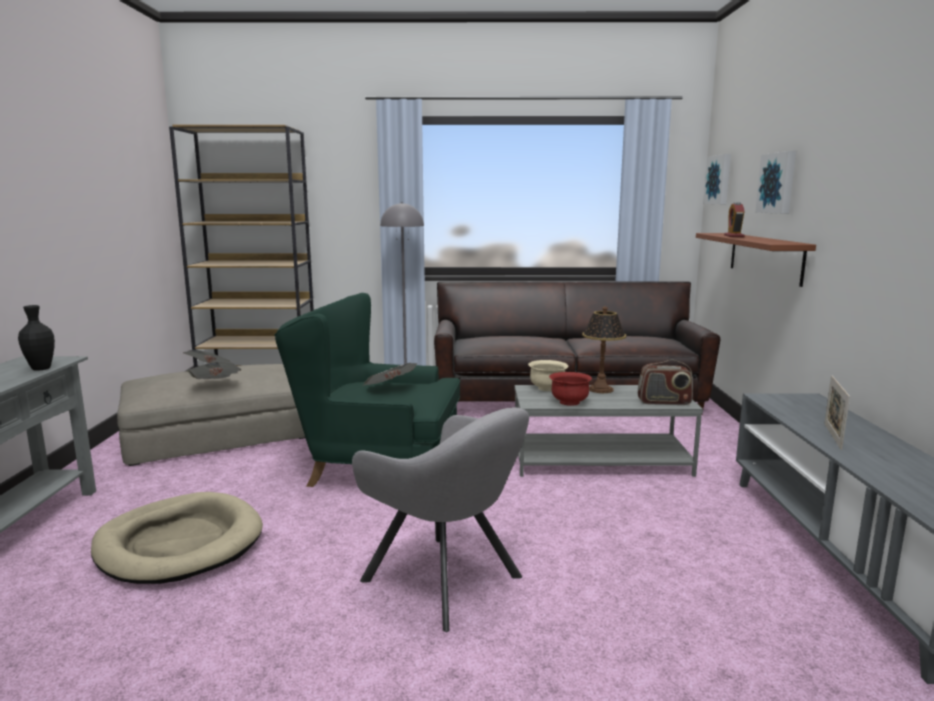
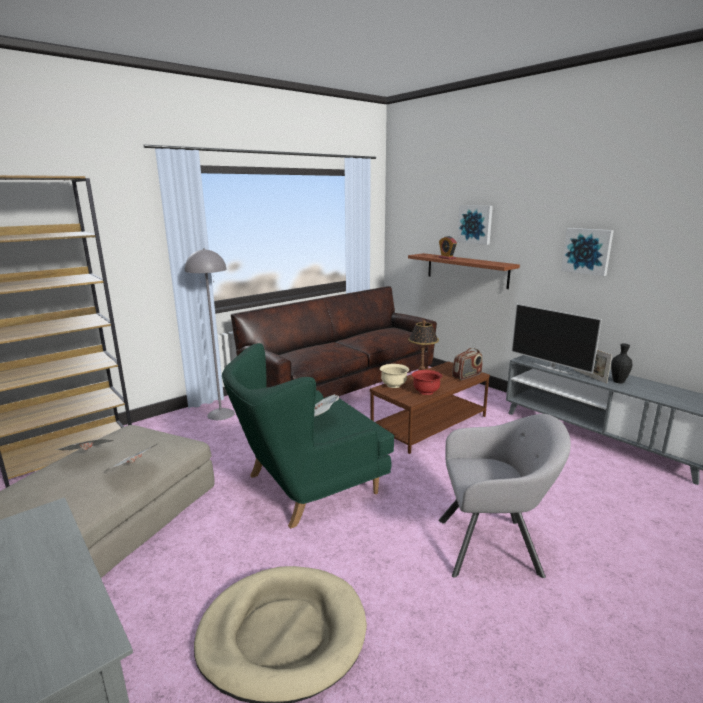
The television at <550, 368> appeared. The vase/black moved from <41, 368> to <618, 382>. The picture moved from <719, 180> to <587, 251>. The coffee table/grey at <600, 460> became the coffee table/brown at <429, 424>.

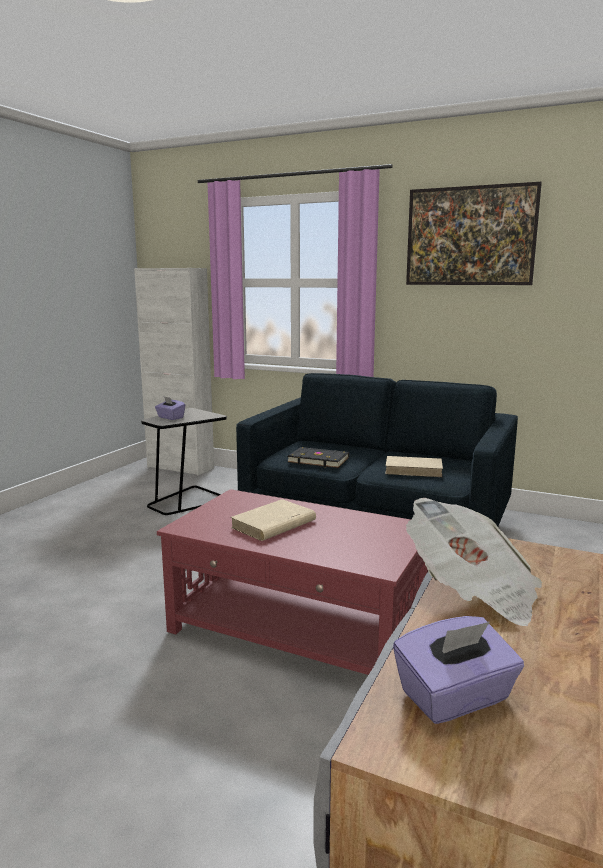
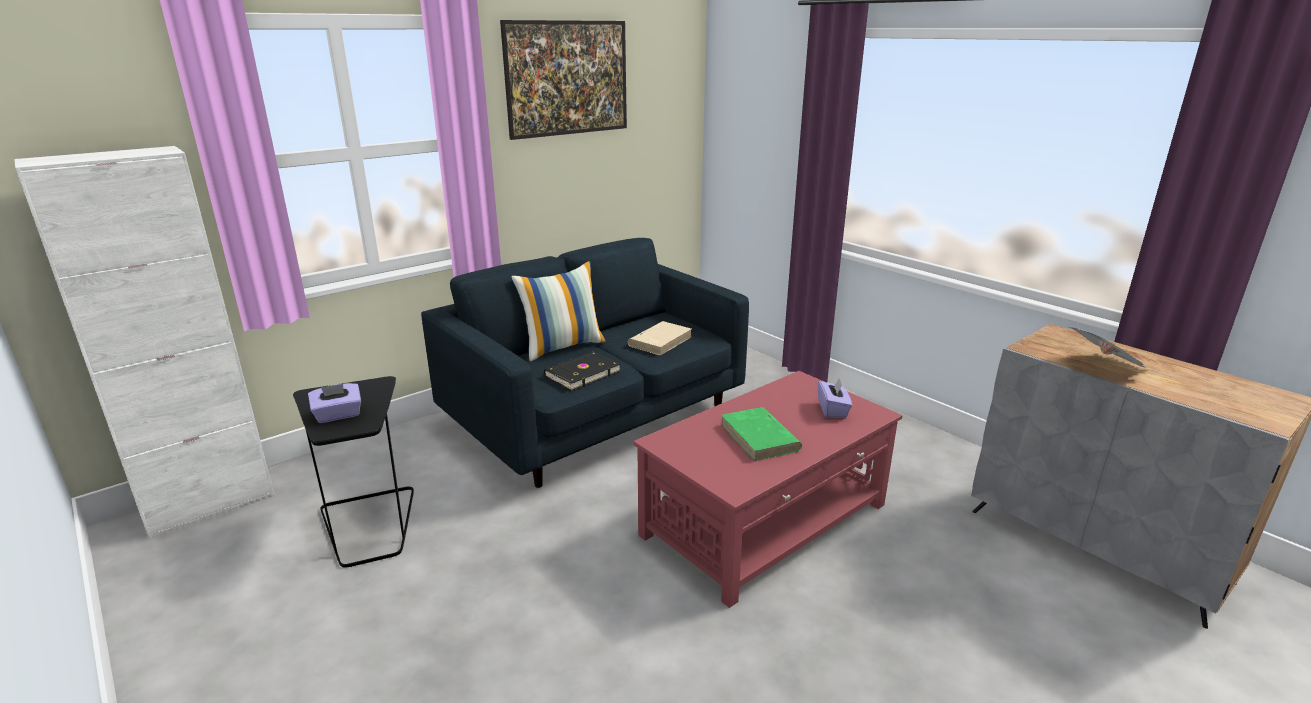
The pillow at <563, 346> appeared. The tissue box/purple moved from <455, 697> to <832, 410>. The book/beige at <273, 524> became the book/green at <760, 438>.

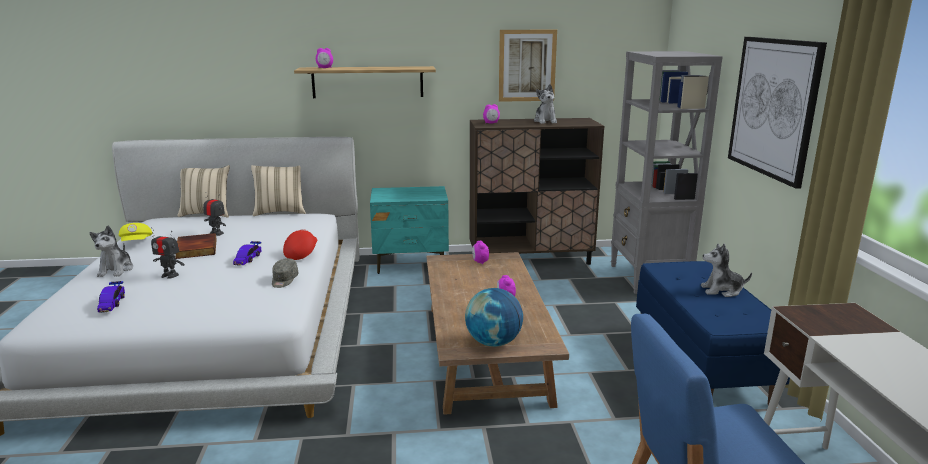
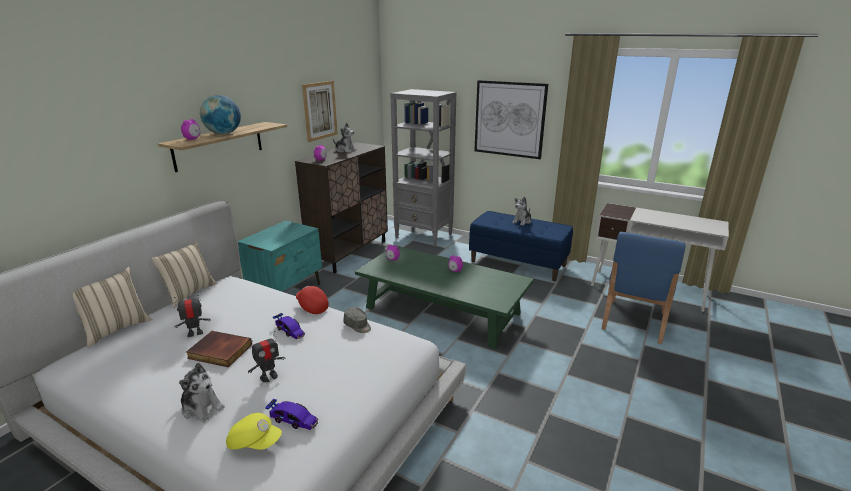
The cap/yellow moved from <137, 243> to <255, 442>. The globe moved from <493, 342> to <223, 134>. The coffee table/brown at <486, 351> became the coffee table/green at <443, 310>.

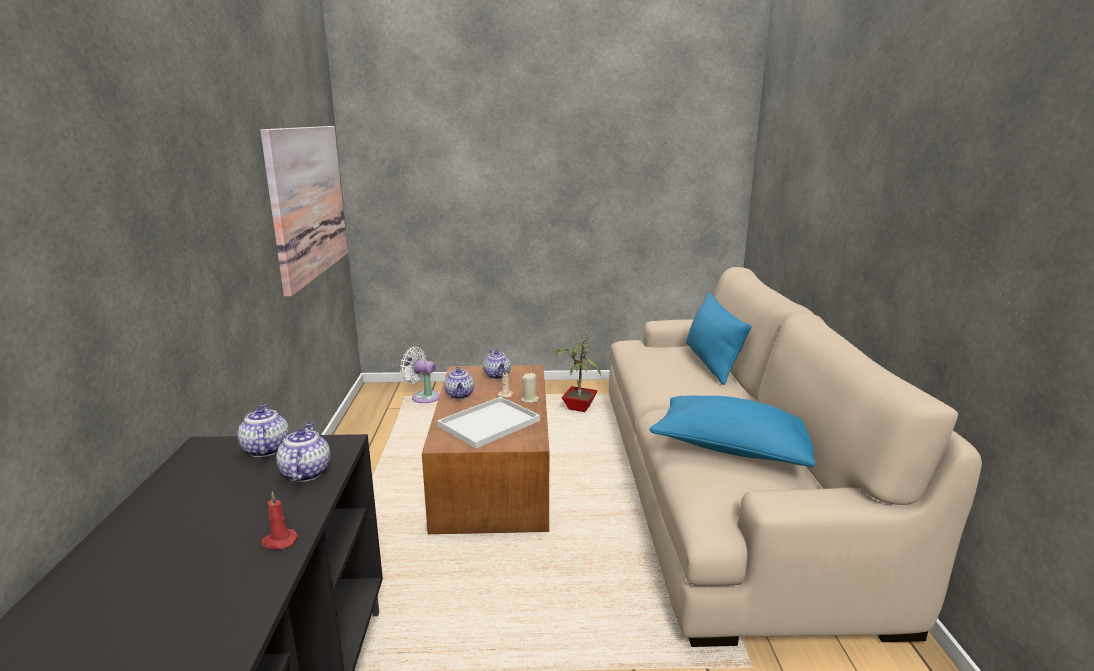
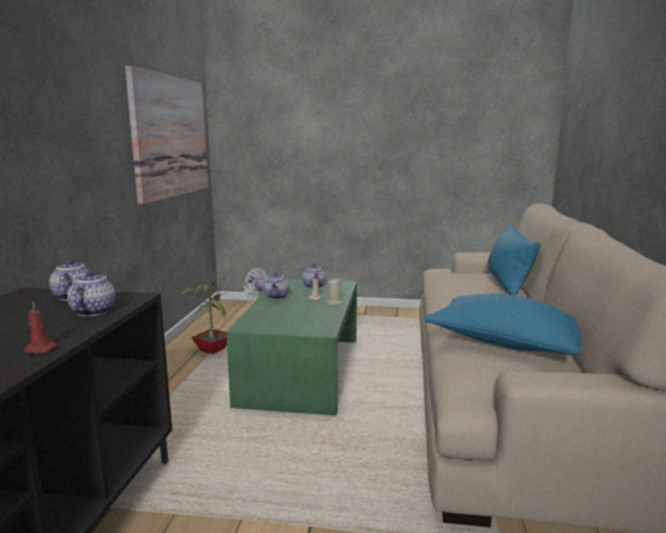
The tray/white at <488, 424> disappeared. The potted plant moved from <577, 407> to <211, 349>. The coffee table/brown at <495, 474> became the coffee table/green at <303, 369>.

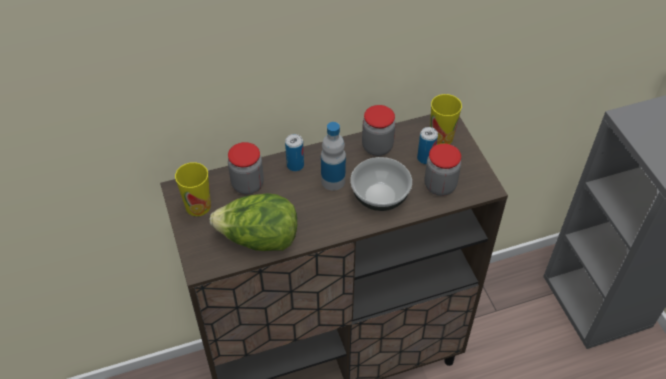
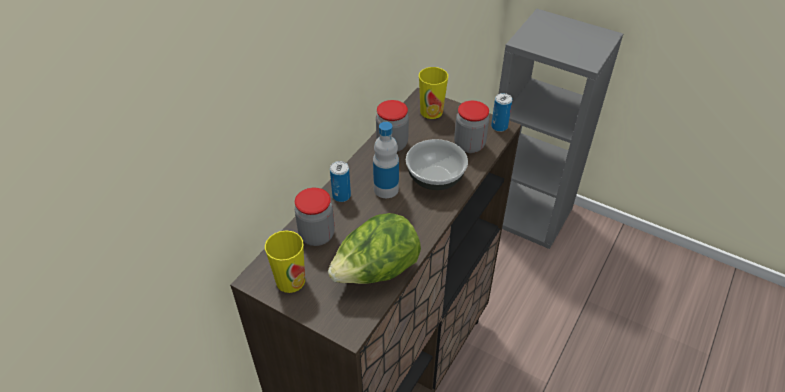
The can moved from <425, 158> to <499, 126>.

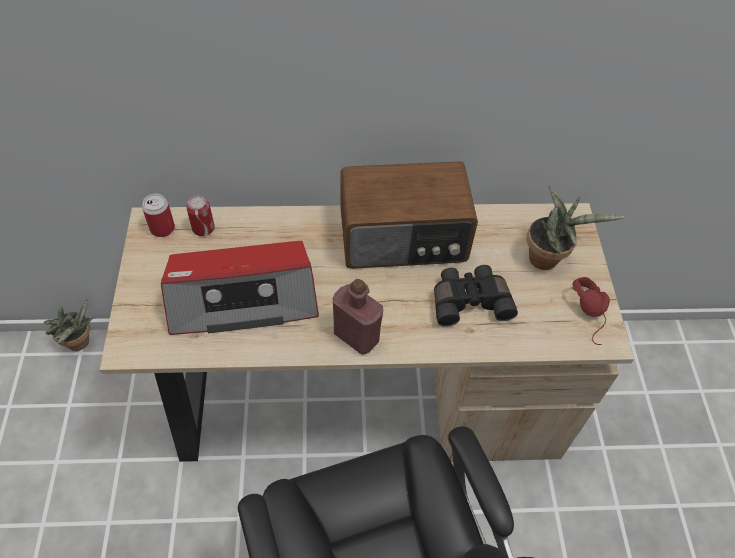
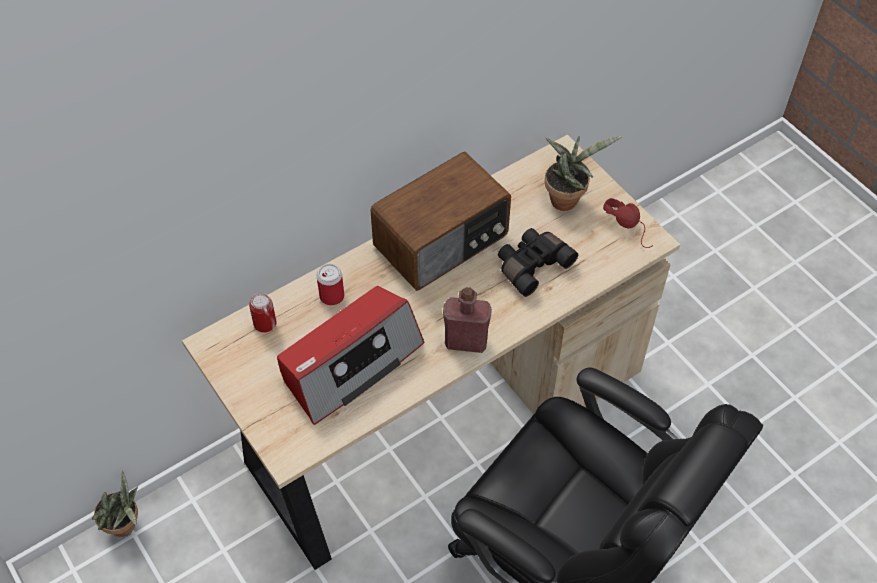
The can moved from <162, 228> to <332, 296>.

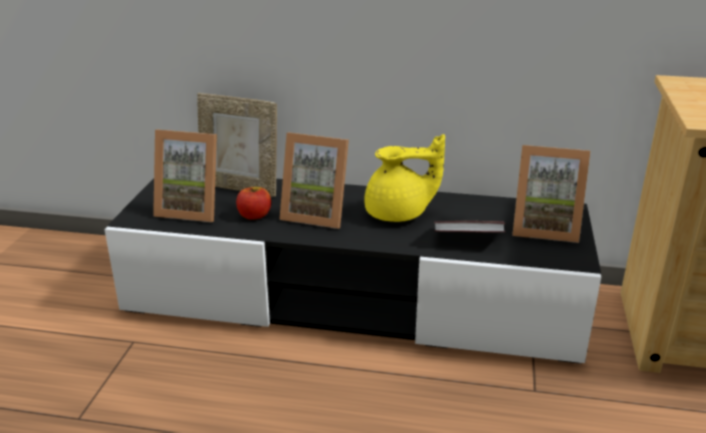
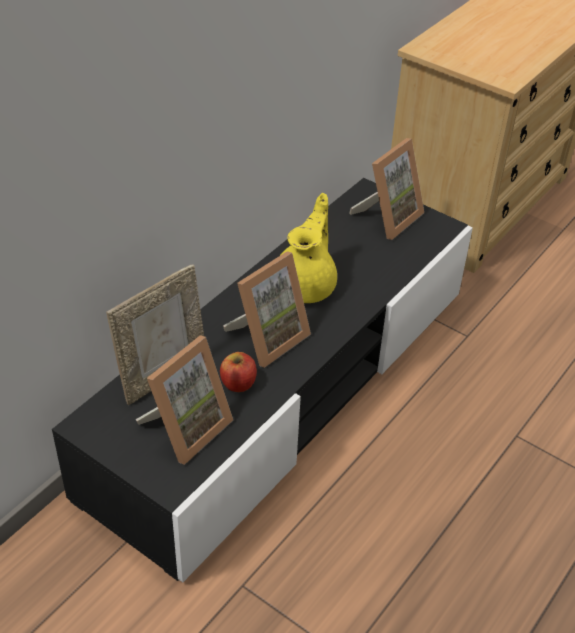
The book at <468, 240> disappeared.

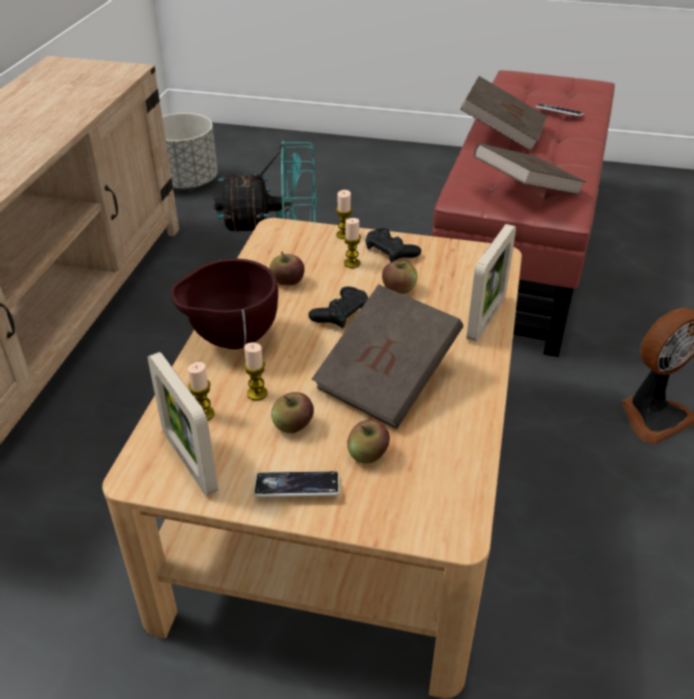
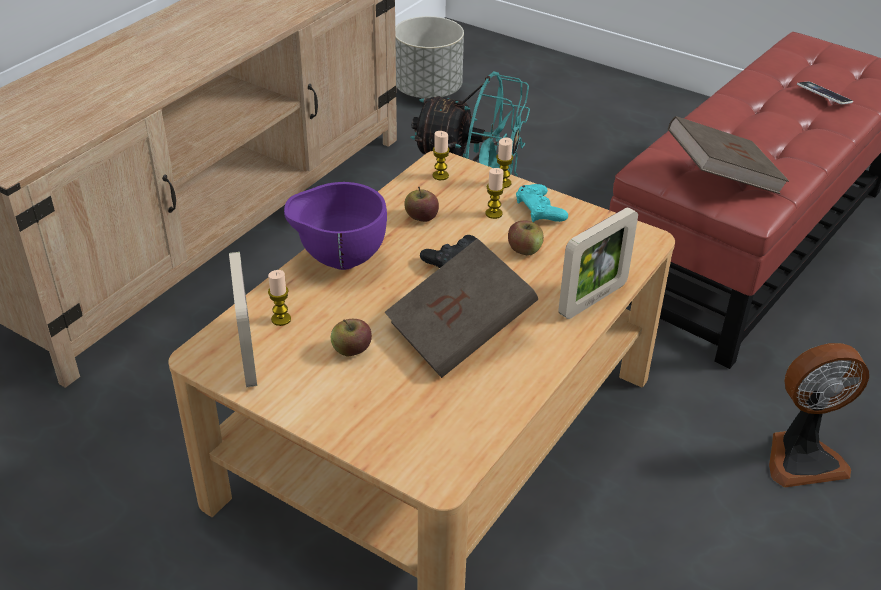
The phone at <297, 488> disappeared. The apple at <368, 454> disappeared. The book/brown at <502, 133> disappeared. The candle moved from <257, 393> to <440, 175>. The bowl/brown at <230, 341> became the bowl/purple at <338, 260>. The game controller/black at <391, 251> became the game controller/turquoise at <540, 210>.

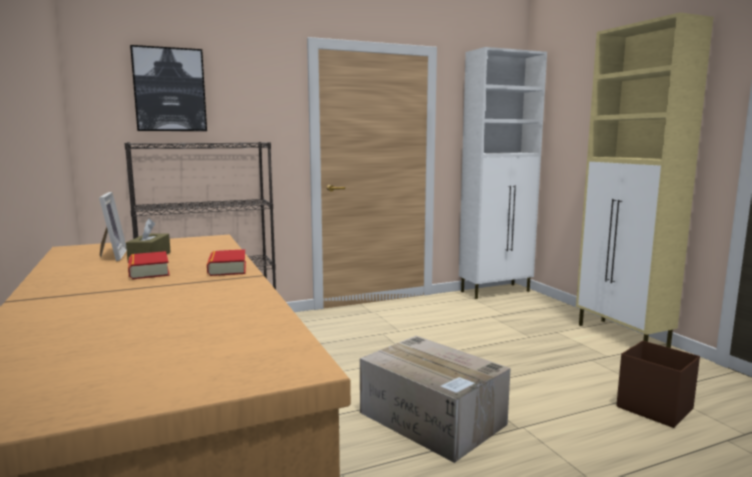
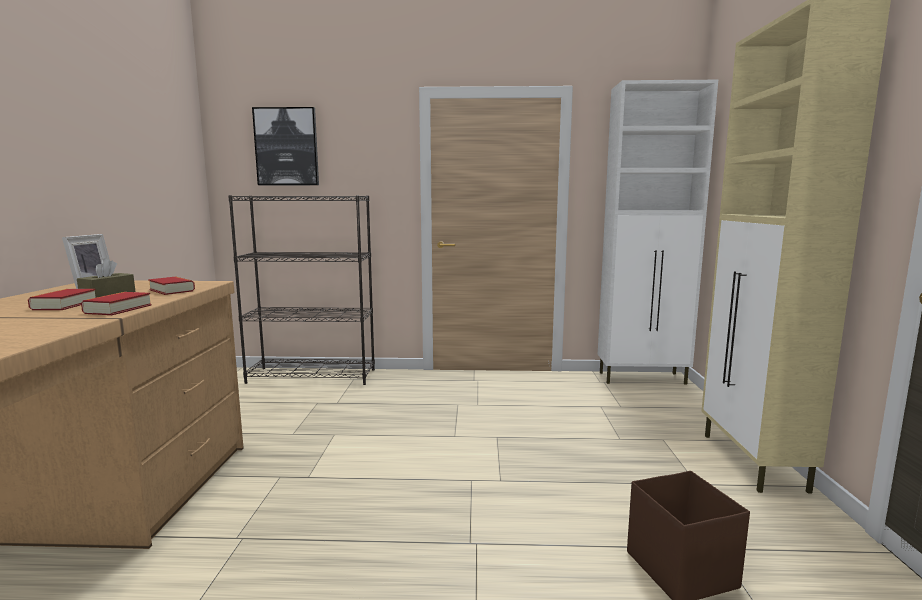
The cardboard box at <434, 419> disappeared. The book at <172, 290> appeared.

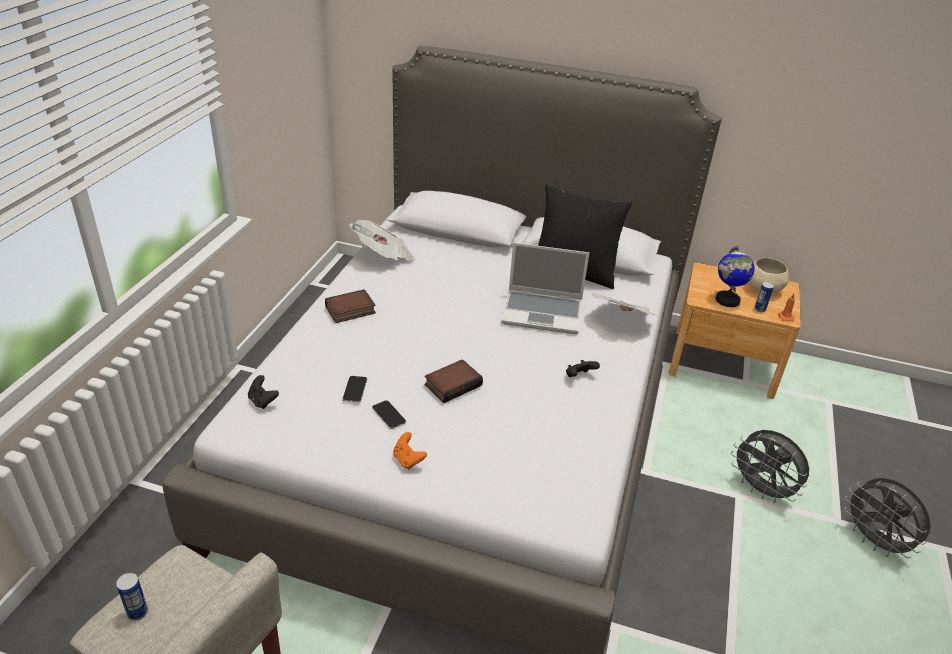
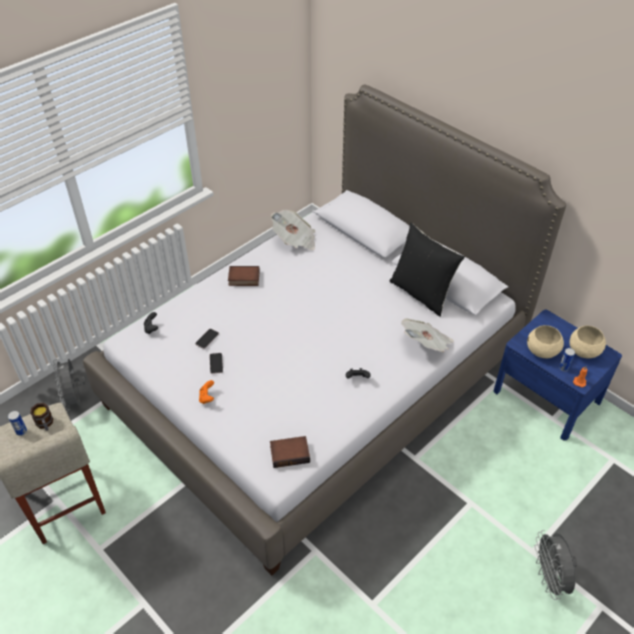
The laptop at <543, 313> disappeared. The mug at <45, 424> appeared. The book moved from <453, 384> to <290, 453>. The fan/grey moved from <762, 490> to <75, 400>. The globe at <727, 300> was replaced by the bowl/beige at <542, 351>. The nightstand/brown at <723, 363> became the nightstand/blue at <546, 396>.

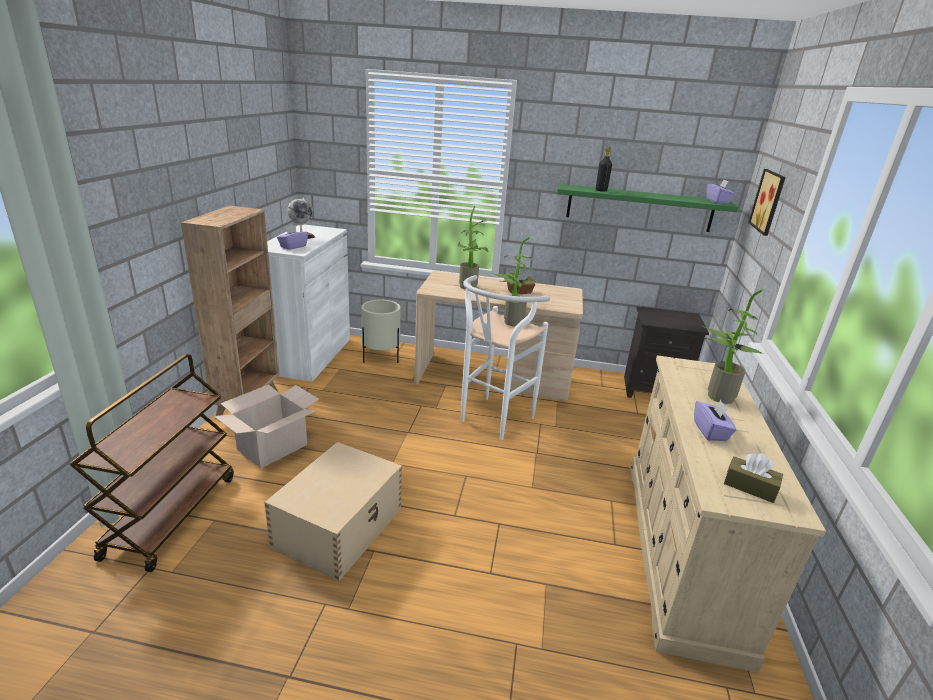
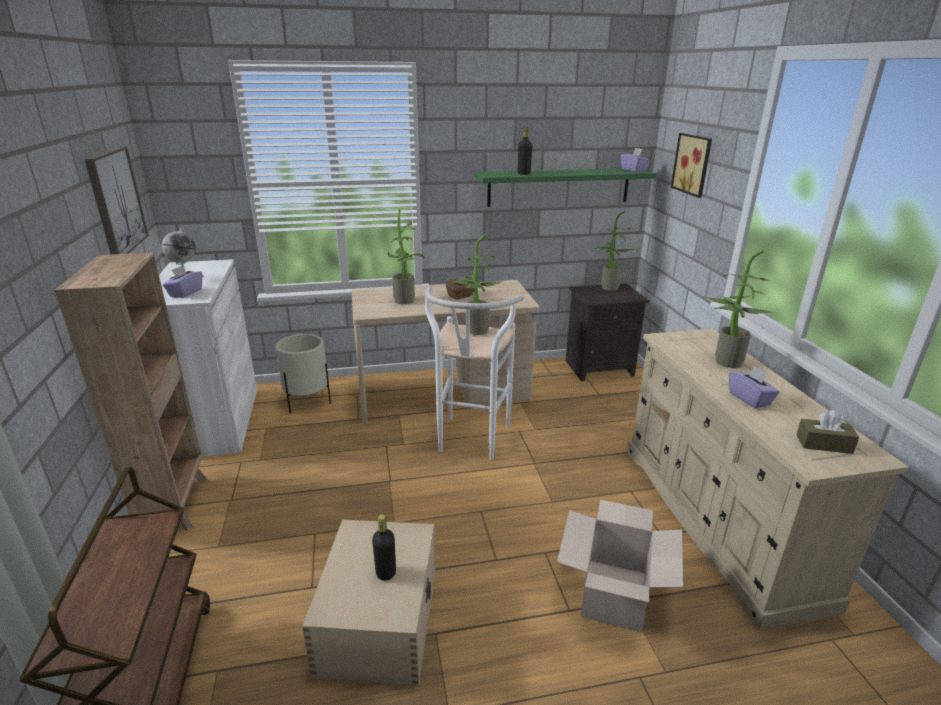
The picture at <116, 201> appeared. The bottle/black at <386, 573> appeared. The potted plant at <608, 288> appeared. The cardboard box moved from <272, 448> to <614, 595>.

